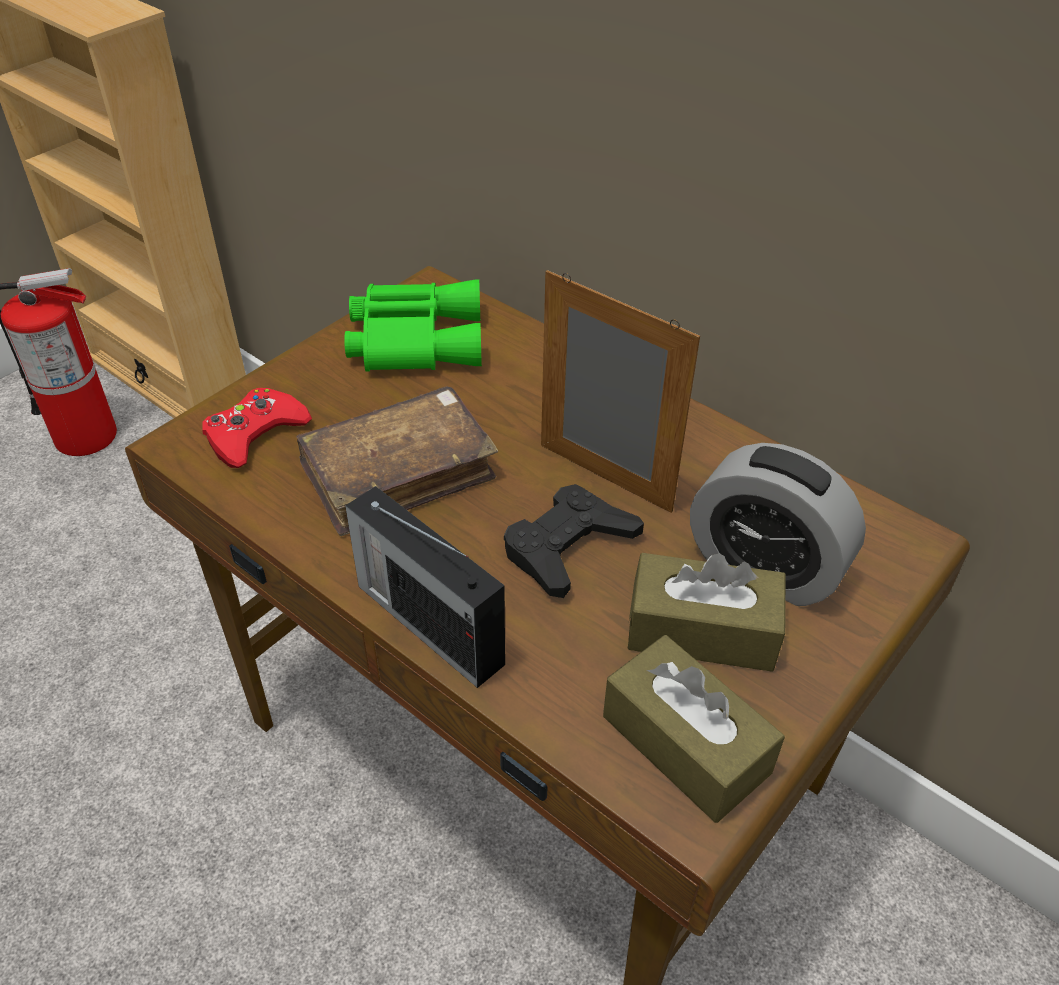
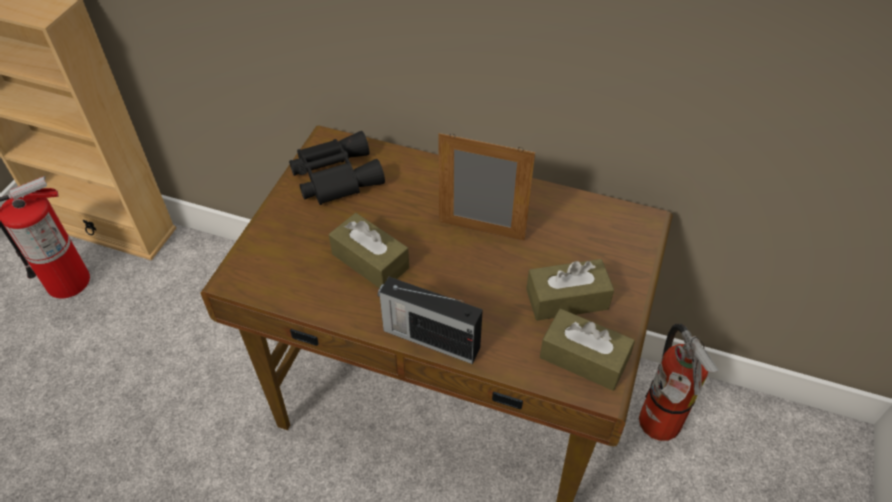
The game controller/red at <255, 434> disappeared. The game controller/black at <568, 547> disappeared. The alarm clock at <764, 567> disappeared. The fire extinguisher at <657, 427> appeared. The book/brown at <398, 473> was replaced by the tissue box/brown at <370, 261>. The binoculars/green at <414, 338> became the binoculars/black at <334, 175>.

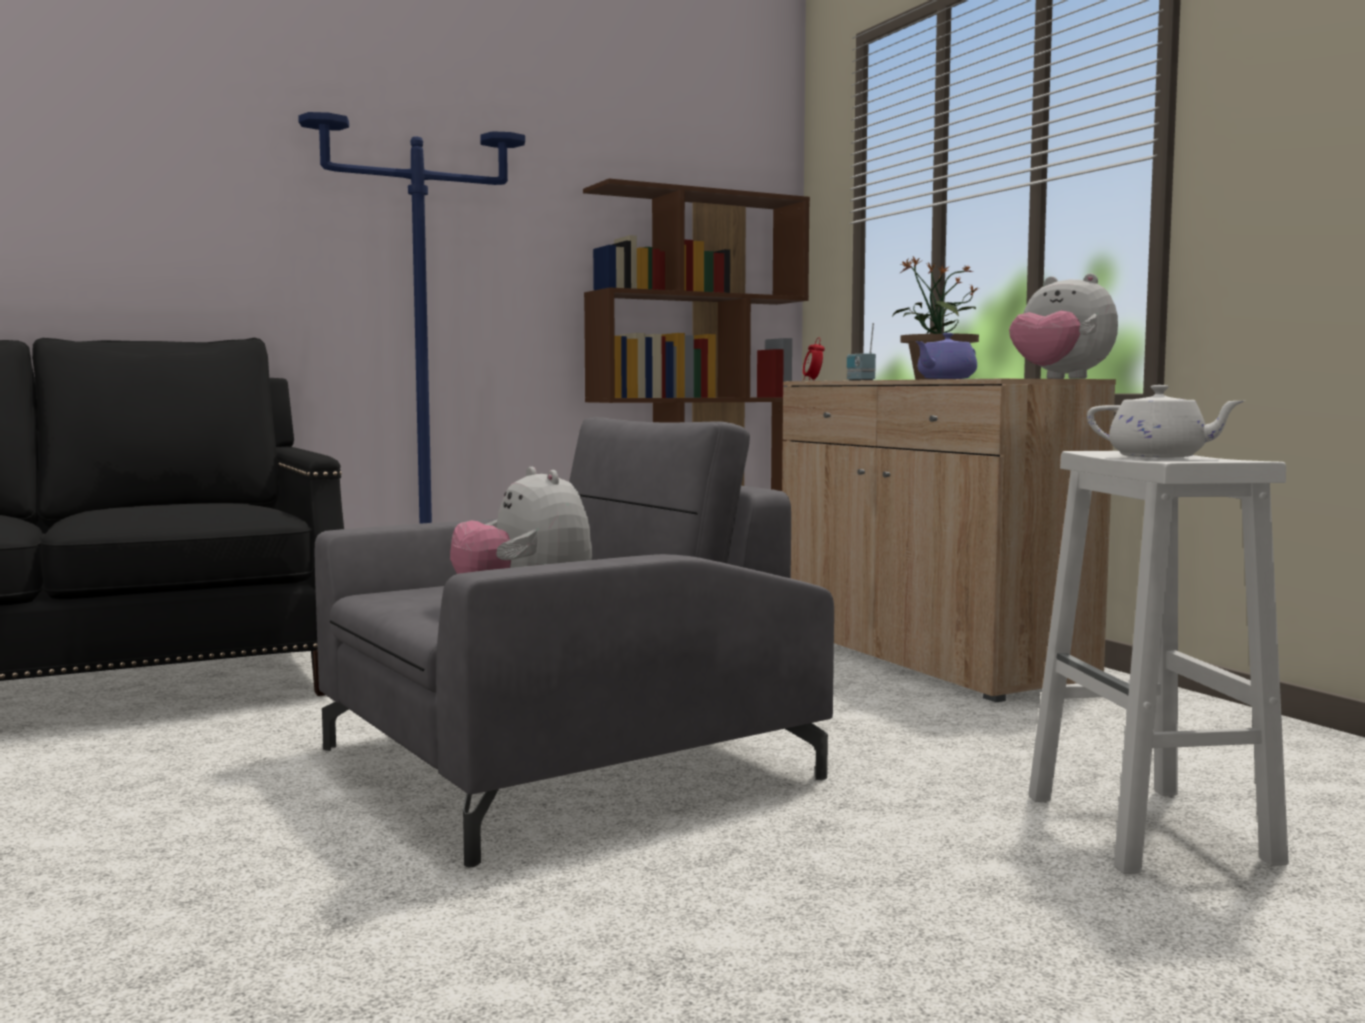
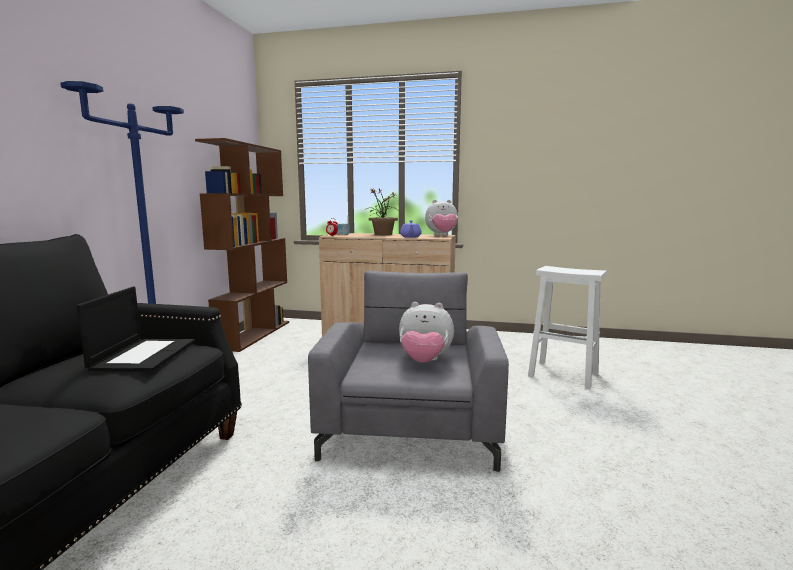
The teapot/white at <1160, 456> disappeared. The laptop at <144, 355> appeared.

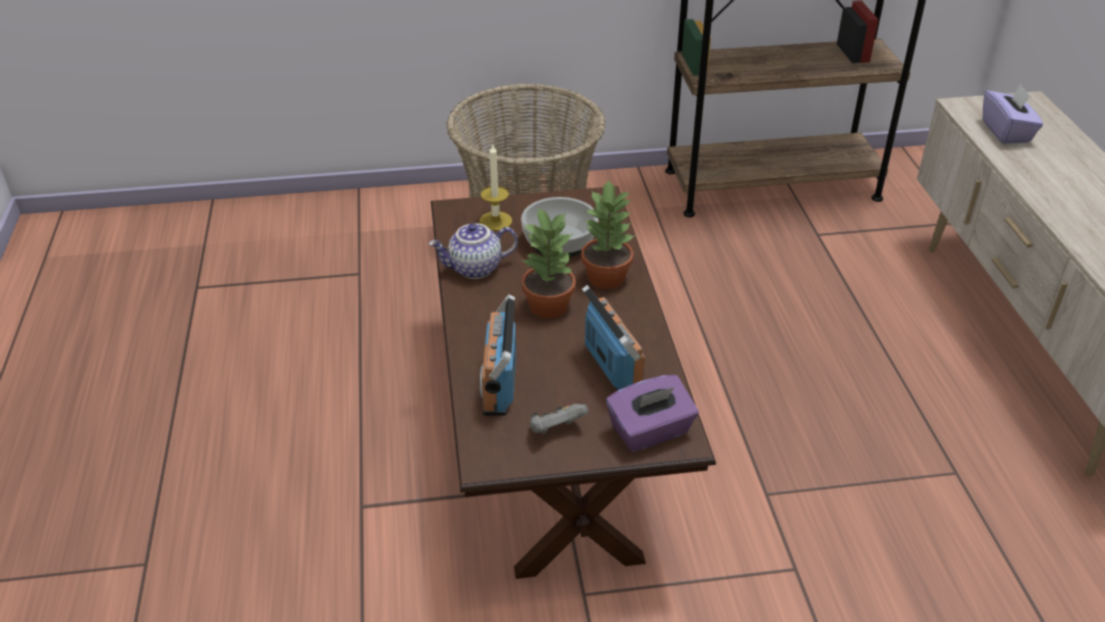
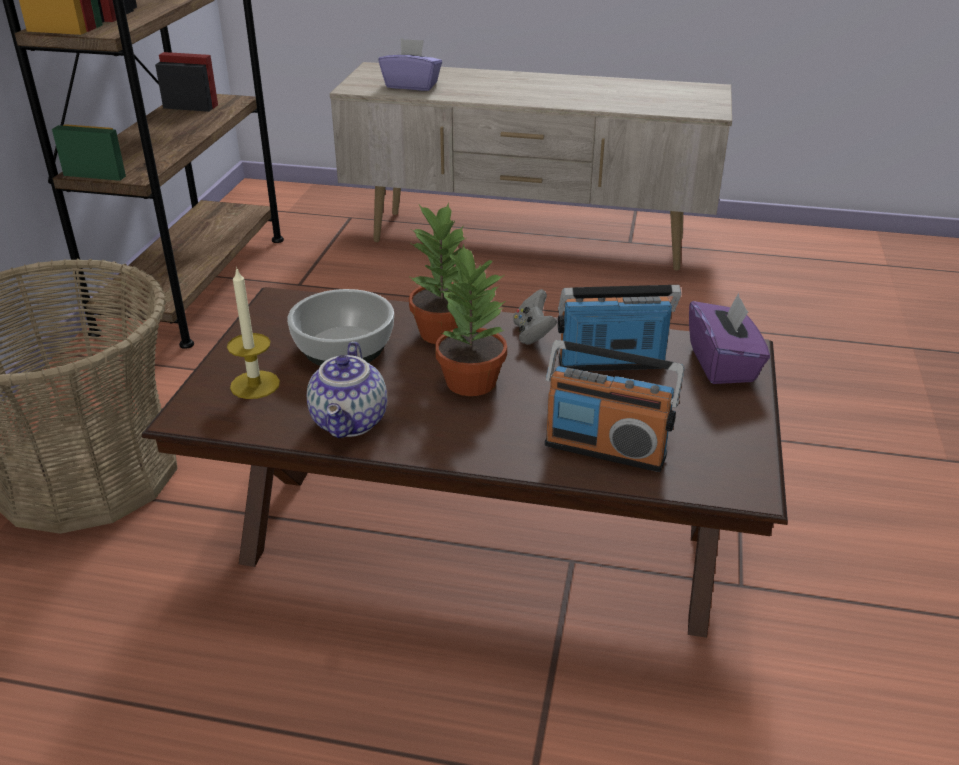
The game controller/grey moved from <556, 430> to <533, 334>.

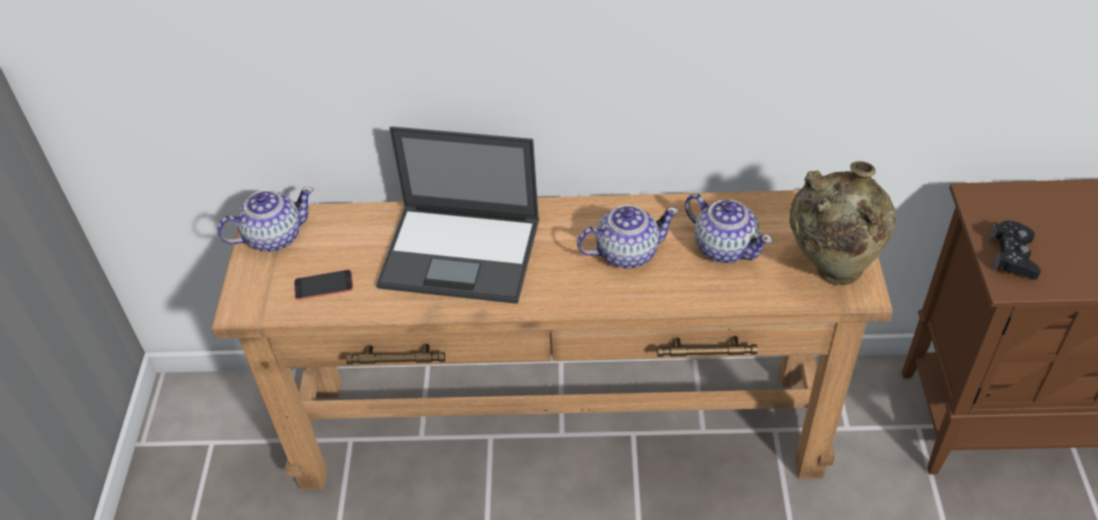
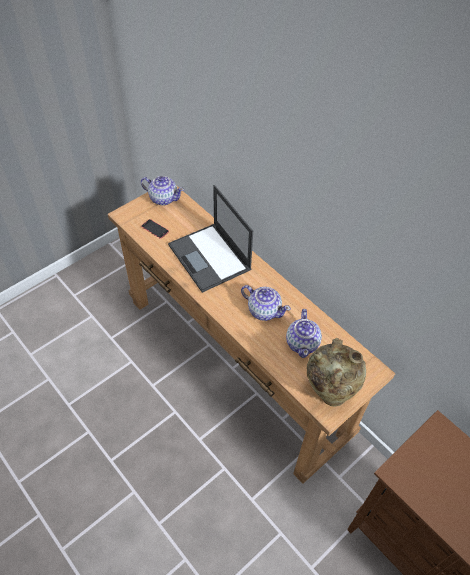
The game controller/black at <1012, 256> disappeared.

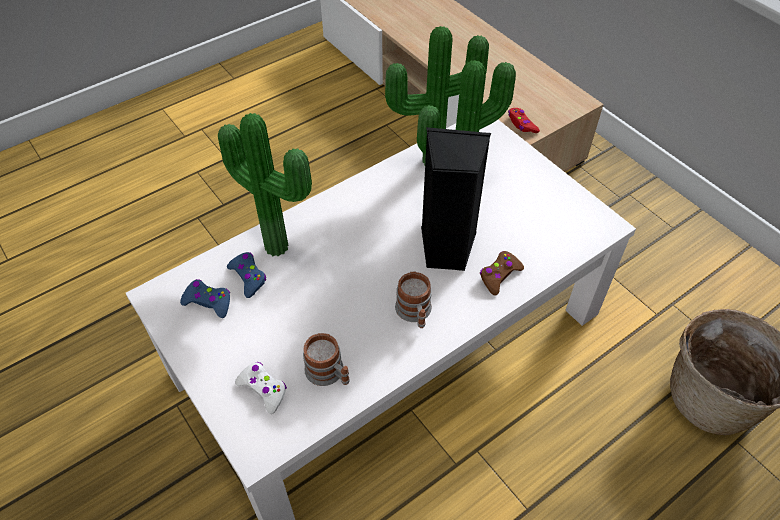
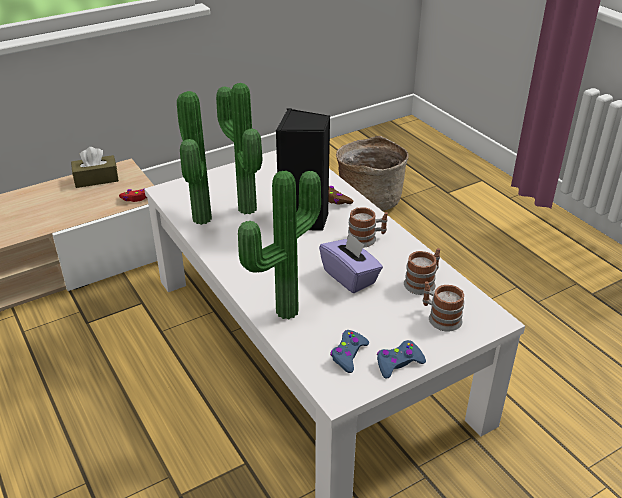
The tissue box/brown at <96, 179> appeared. The tissue box/purple at <350, 277> appeared. The game controller/blue moved from <248, 277> to <398, 363>. The game controller/white at <263, 389> was replaced by the mug at <440, 317>.

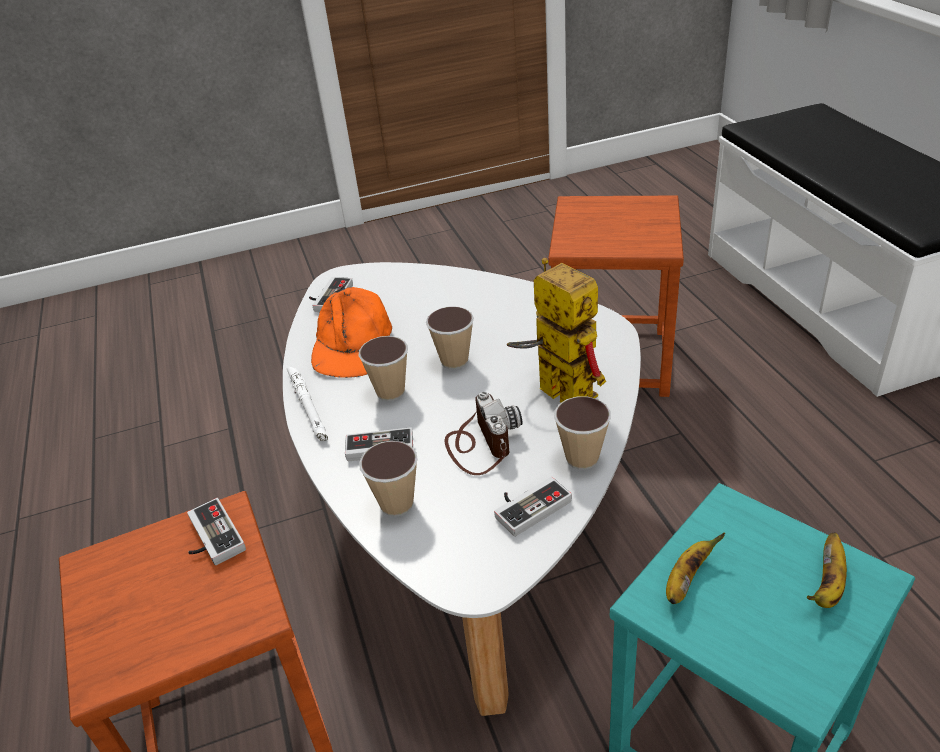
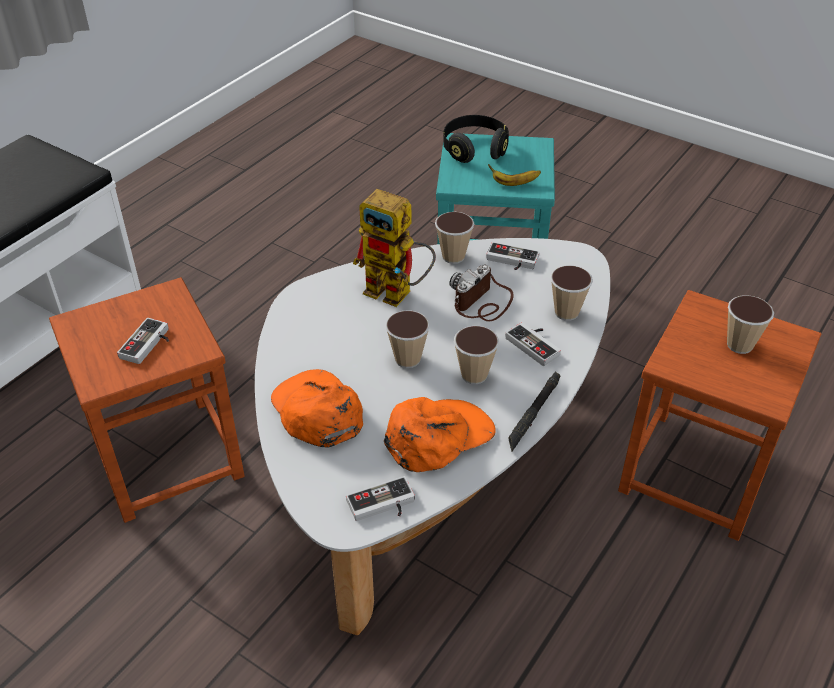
The cap/orange at <317, 411> appeared. The cup at <739, 345> appeared. The game controller moved from <210, 538> to <149, 345>. The banana at <828, 585> was replaced by the headphones/black at <474, 149>. The flashlight/white at <307, 406> became the flashlight/black at <533, 414>. The toy robot at <555, 390> turned 75 degrees counterclockwise.

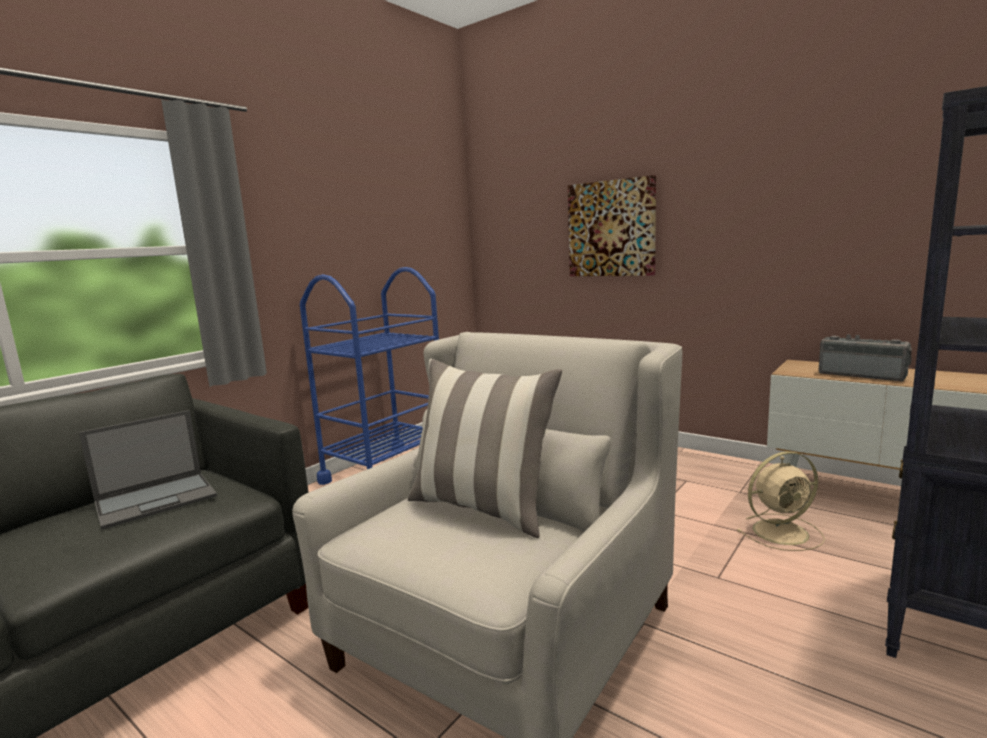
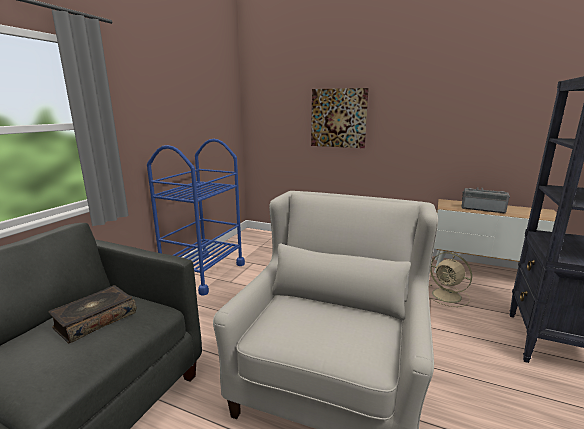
The pillow at <483, 508> disappeared. The laptop at <157, 499> was replaced by the book at <95, 320>. The fan/beige at <782, 532> turned 75 degrees clockwise.

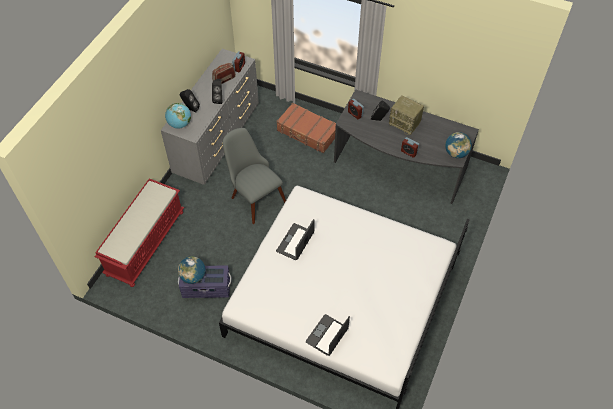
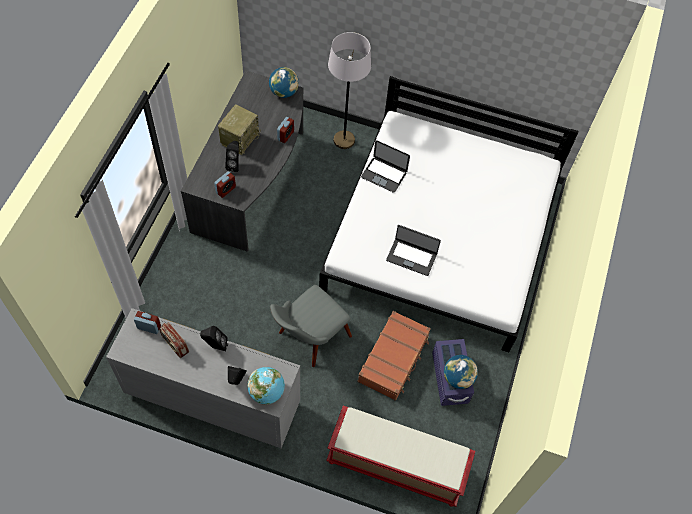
The floor lamp/grey at <344, 140> appeared. The suitcase/brown moved from <307, 133> to <394, 359>. The laptop moved from <327, 335> to <384, 174>.

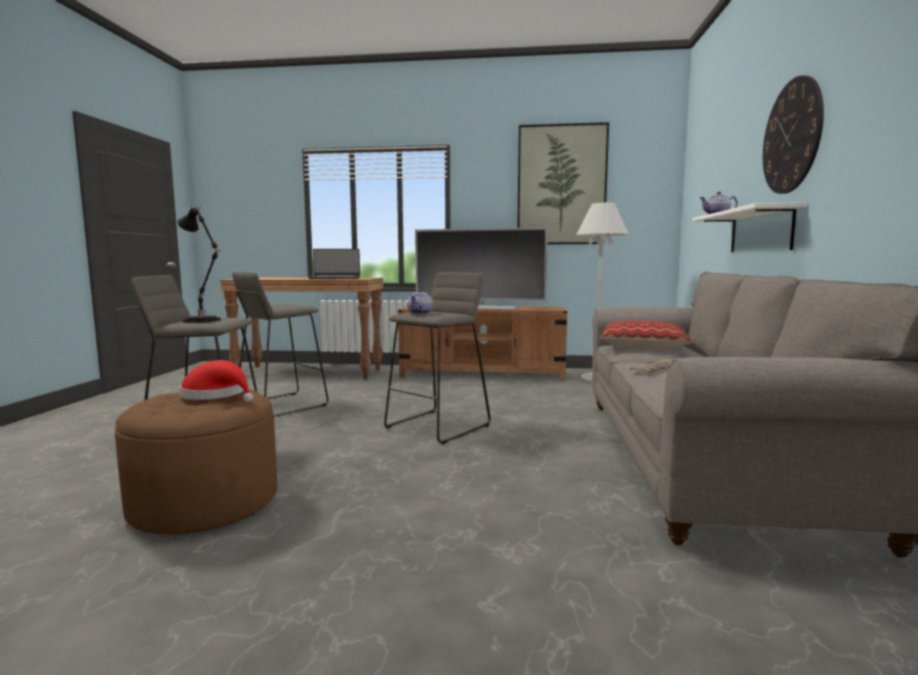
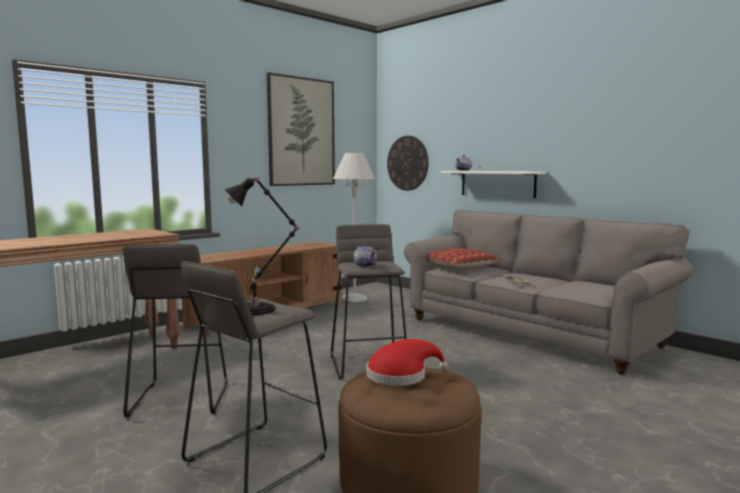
The laptop at <335, 278> disappeared. The television at <479, 307> disappeared. The wall clock moved from <791, 136> to <407, 163>.

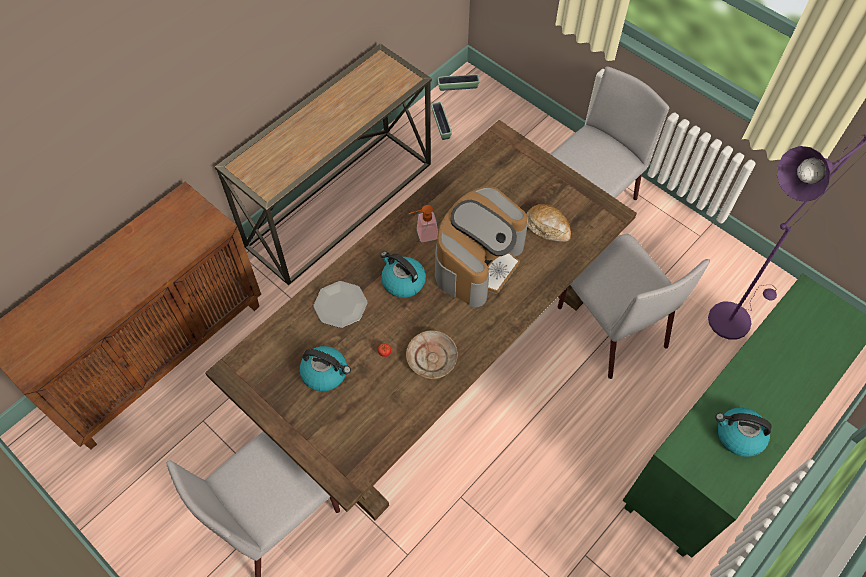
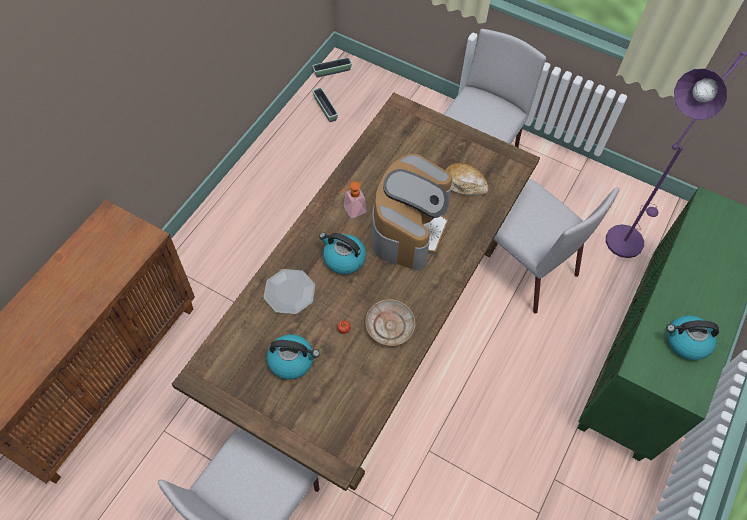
The console table at <339, 203> disappeared.

